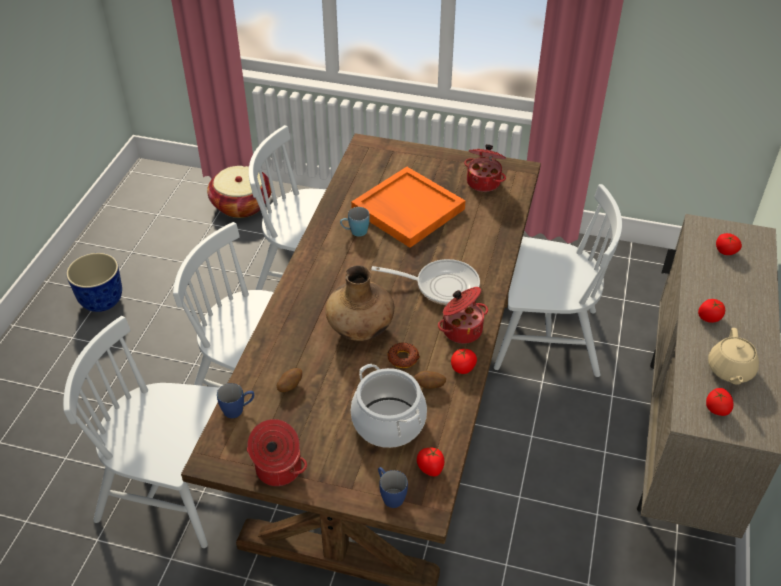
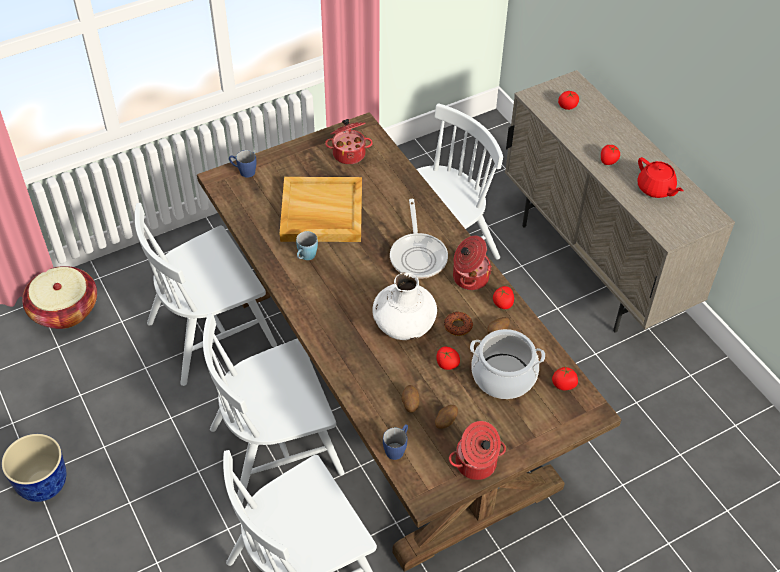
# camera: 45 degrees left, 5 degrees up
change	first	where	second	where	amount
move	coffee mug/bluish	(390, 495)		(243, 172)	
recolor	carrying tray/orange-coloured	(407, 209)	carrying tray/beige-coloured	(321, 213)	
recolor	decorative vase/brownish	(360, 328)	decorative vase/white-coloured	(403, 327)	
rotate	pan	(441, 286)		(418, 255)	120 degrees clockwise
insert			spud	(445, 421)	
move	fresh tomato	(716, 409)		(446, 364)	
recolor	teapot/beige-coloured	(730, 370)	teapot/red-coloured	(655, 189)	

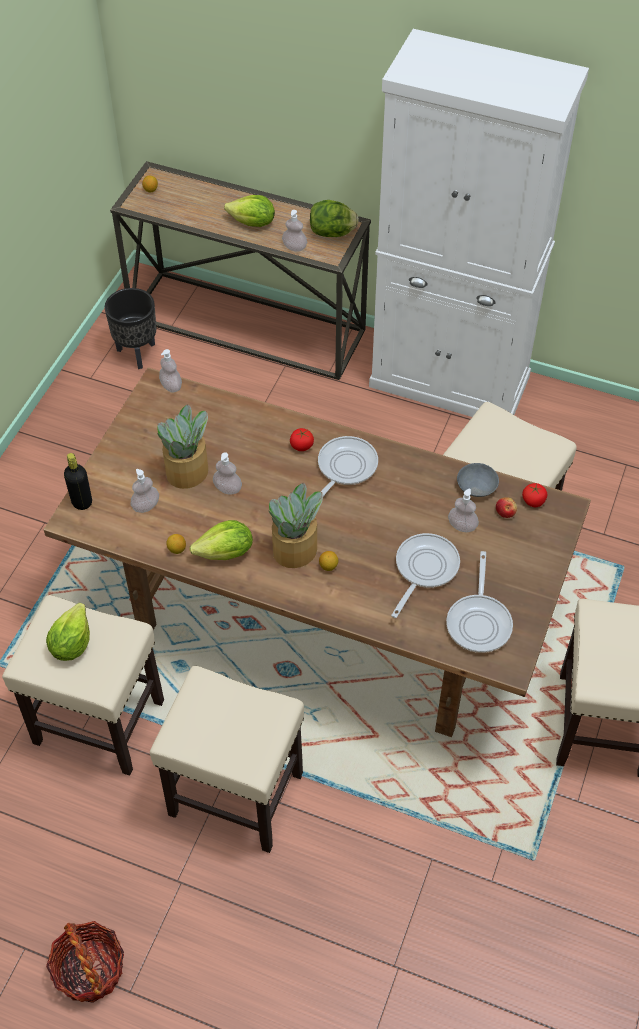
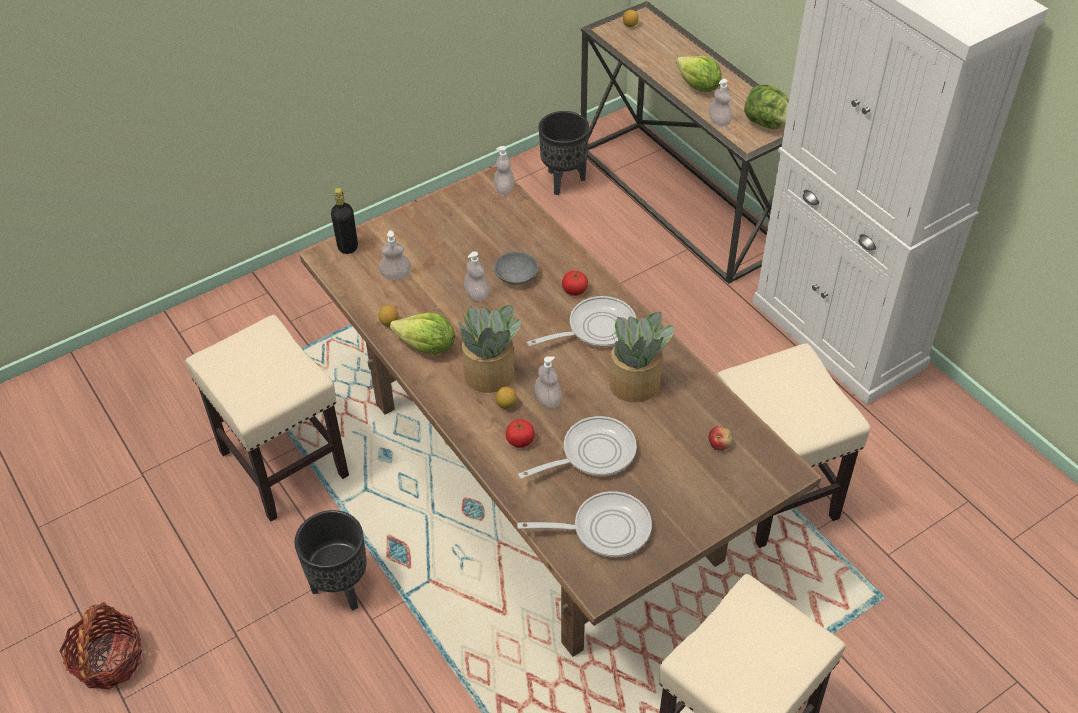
# camera: 35 degrees right, 5 degrees down
change	first	where	second	where	amount
replace	stool/beige-coloured	(234, 794)	flower pot/black-coloured	(340, 588)	
move	bowl/grey	(476, 486)		(515, 275)	
move	fresh tomato	(533, 501)		(520, 440)	
rotate	pan	(479, 621)		(604, 529)	135 degrees counterclockwise
move	liquid soap bottle	(462, 526)		(548, 400)	
move	potted plant	(188, 471)		(636, 385)	
delete	lettuce head	(71, 644)			

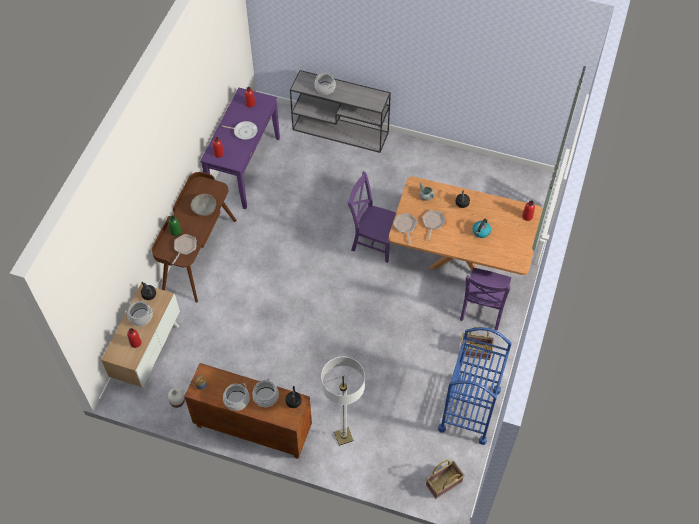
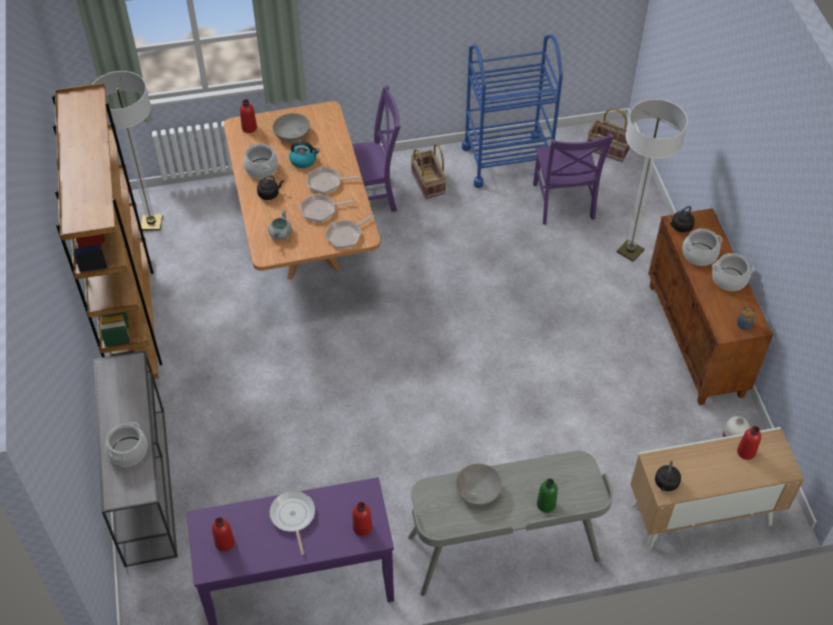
# camera: 120 degrees left, 5 degrees down
change	first	where	second	where	amount
insert			bookshelf/brownish	(132, 320)	
insert			floor lamp	(151, 223)	
move	cooking pot	(141, 317)		(262, 168)	
insert			bowl/grey	(292, 134)	
move	pan	(184, 247)		(327, 182)	
recolor	desk/brownish	(199, 255)	desk/grey	(503, 550)	
move	chair/purplish	(373, 241)		(563, 203)	

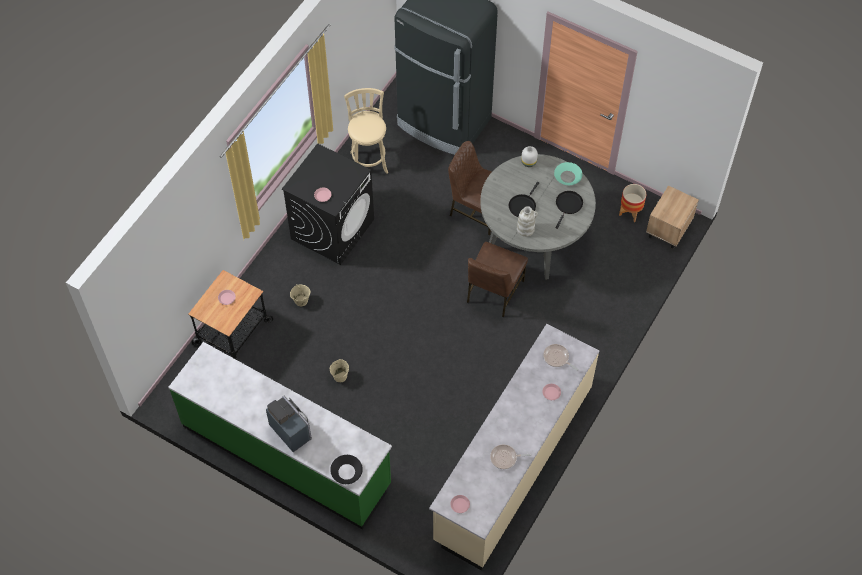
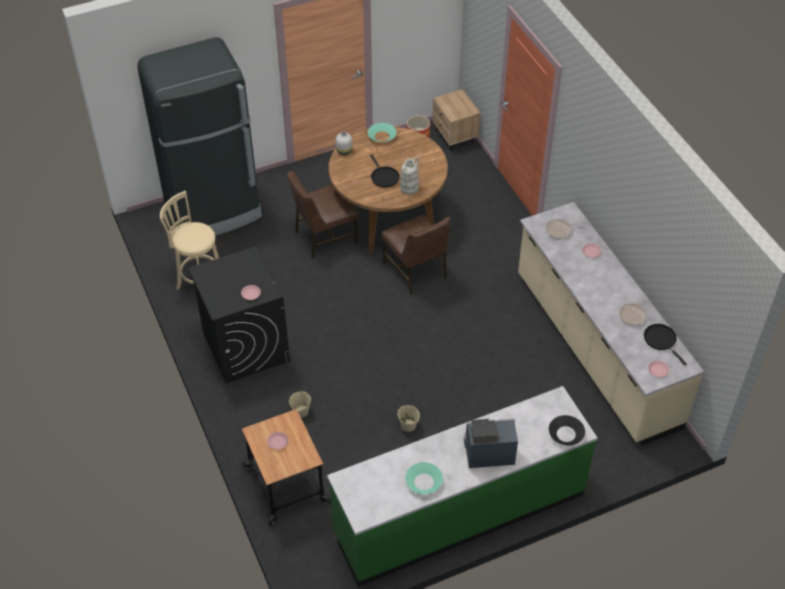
# camera: 55 degrees left, 10 degrees down
change	first	where	second	where	amount
recolor	dinner table/grey	(533, 239)	dinner table/brownish	(388, 218)	
insert			bowl/turquoise-coloured	(424, 481)	
move	pan/black-coloured	(568, 205)		(661, 340)	

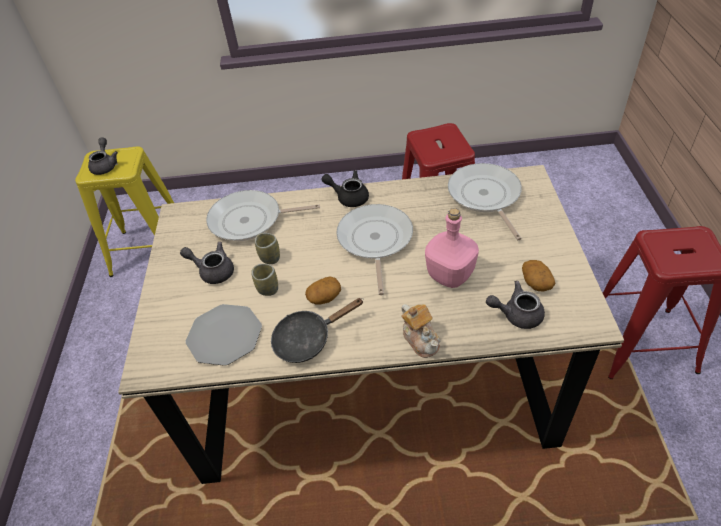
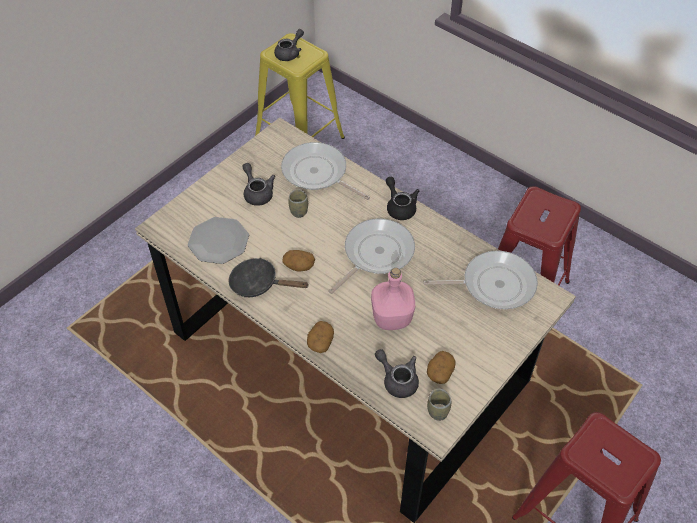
# camera: 40 degrees right, 5 degrees up
change	first	where	second	where	amount
replace	teapot	(421, 339)	spud	(320, 341)	
rotate	pan	(485, 196)		(493, 284)	60 degrees clockwise
move	cup	(268, 289)		(437, 411)	

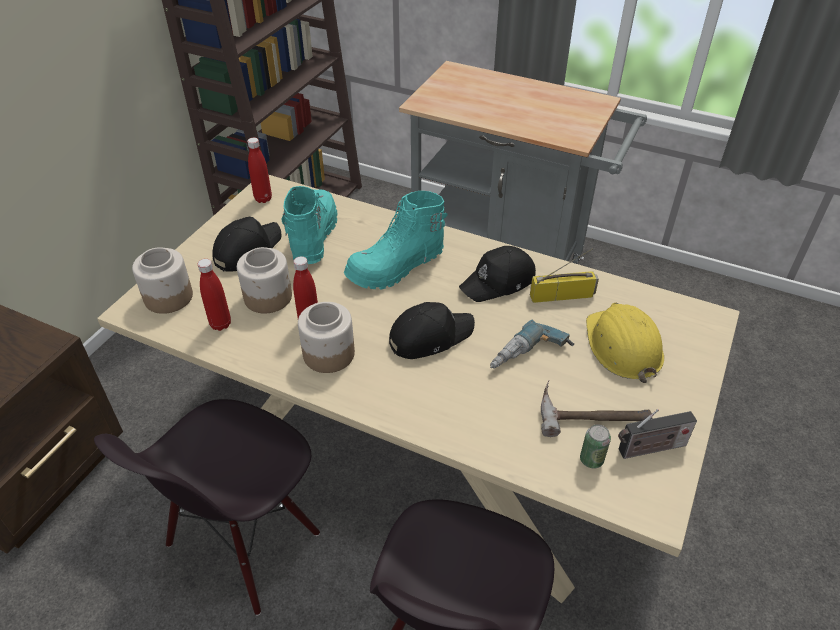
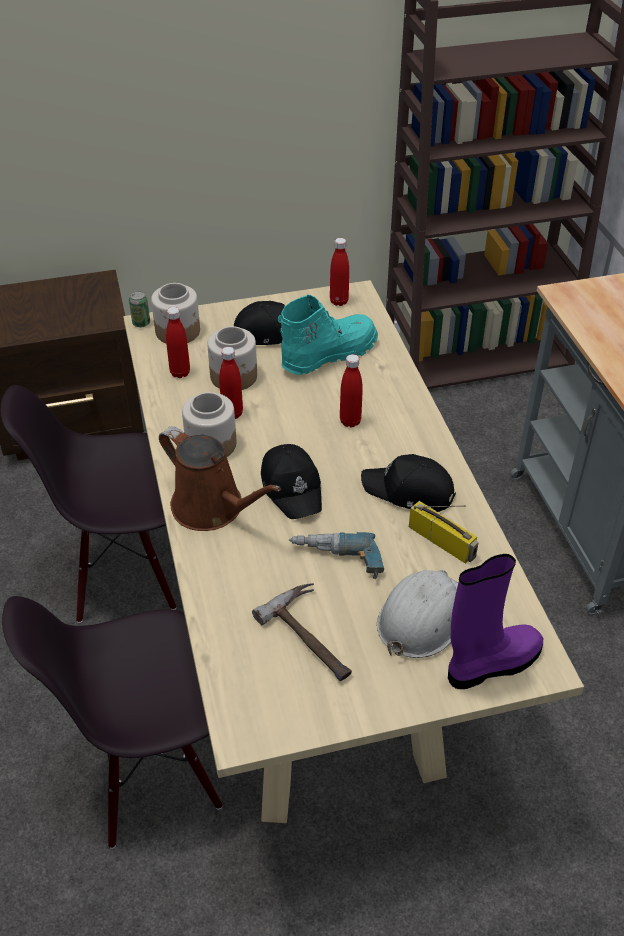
# camera: 50 degrees right, 0 degrees up
change	first	where	second	where	amount
move	metal can	(591, 460)		(141, 323)	
insert			watering can/brownish	(212, 508)	
rotate	cap/black-coloured	(430, 336)		(292, 487)	45 degrees clockwise
replace	boot/turquoise-coloured	(396, 268)	bottle/red-coloured	(350, 421)	
recolor	hard hat/yellowish	(622, 346)	hard hat/white-coloured	(422, 617)	
insert			boot/purplish	(491, 664)	
delete	radio	(649, 449)			

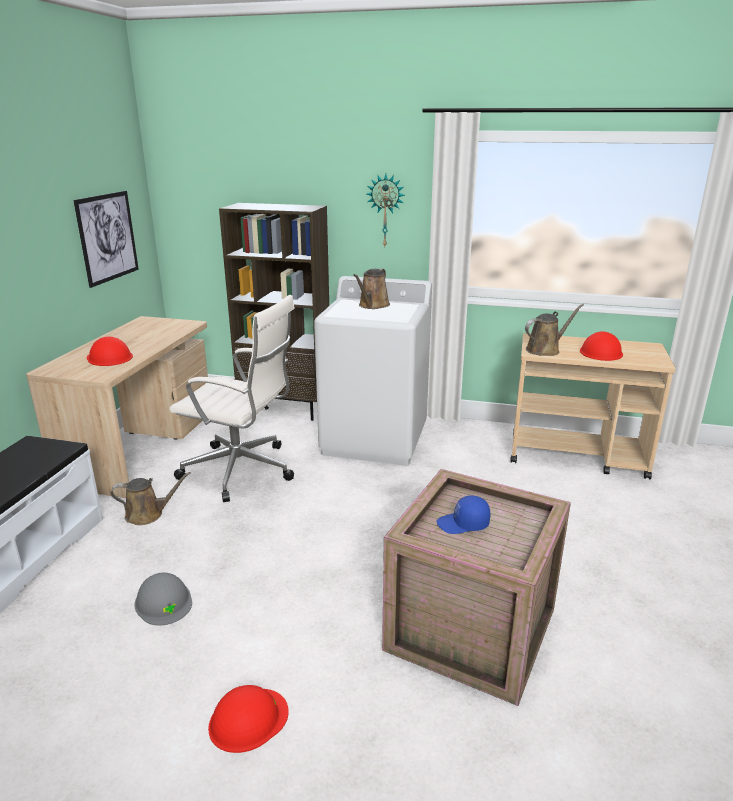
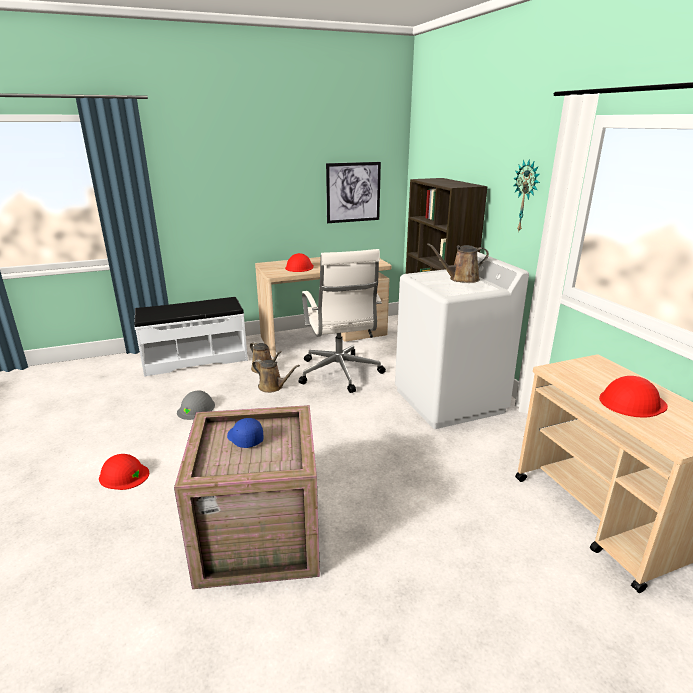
# camera: 55 degrees right, 0 degrees up
change	first	where	second	where	amount
move	watering can/brownish	(545, 350)		(273, 387)	

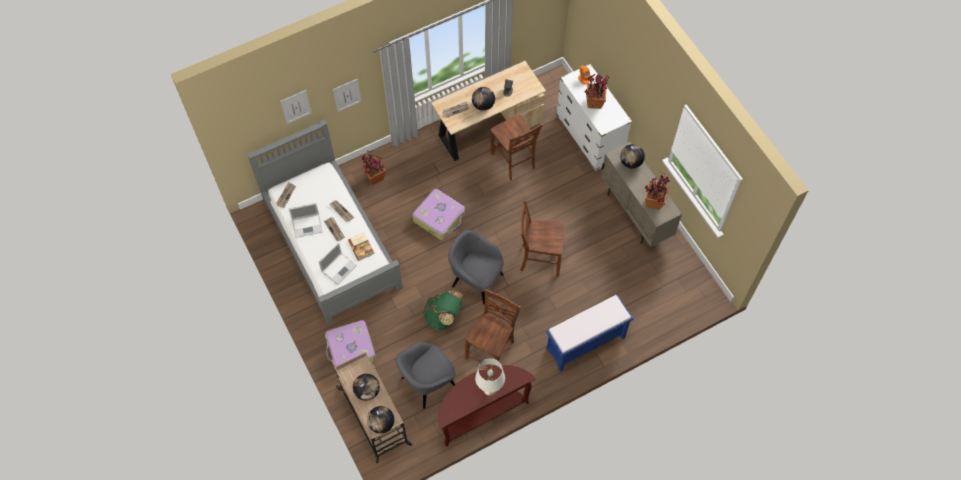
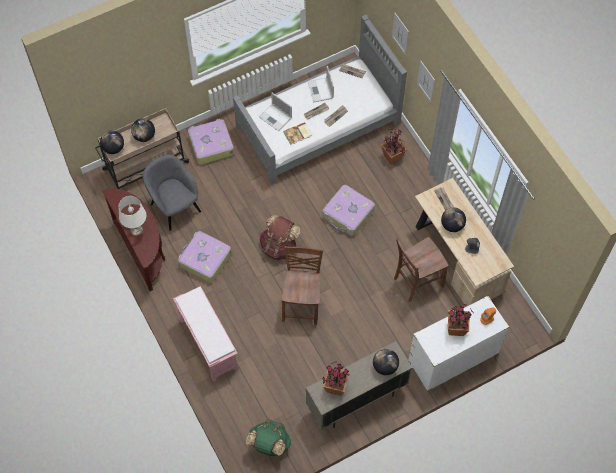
# camera: 90 degrees right, 0 degrees up
change	first	where	second	where	amount
recolor	long seat/bluish	(585, 344)	long seat/pink	(208, 344)	
replace	chair/brownish	(491, 350)	piece of luggage	(204, 260)	
move	backpack/greenish	(443, 316)		(269, 444)	
replace	armchair/grey	(476, 280)	backpack/brownish	(279, 247)	

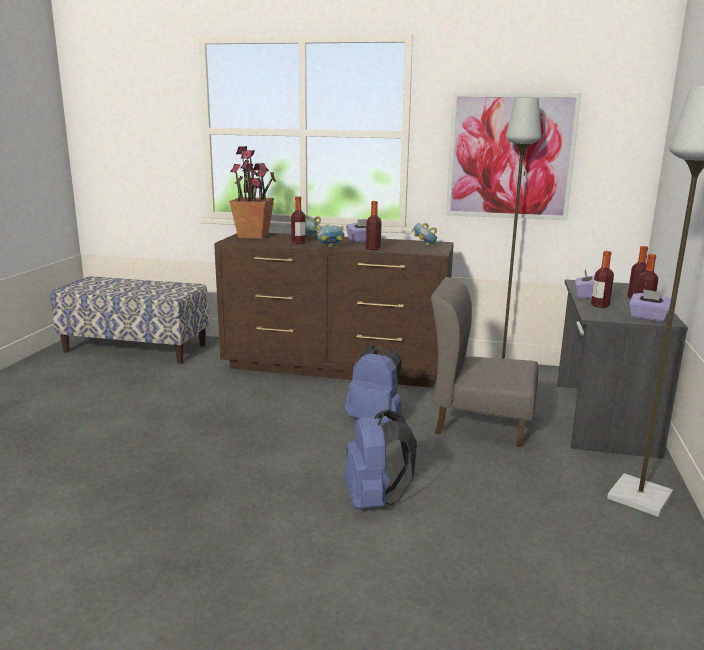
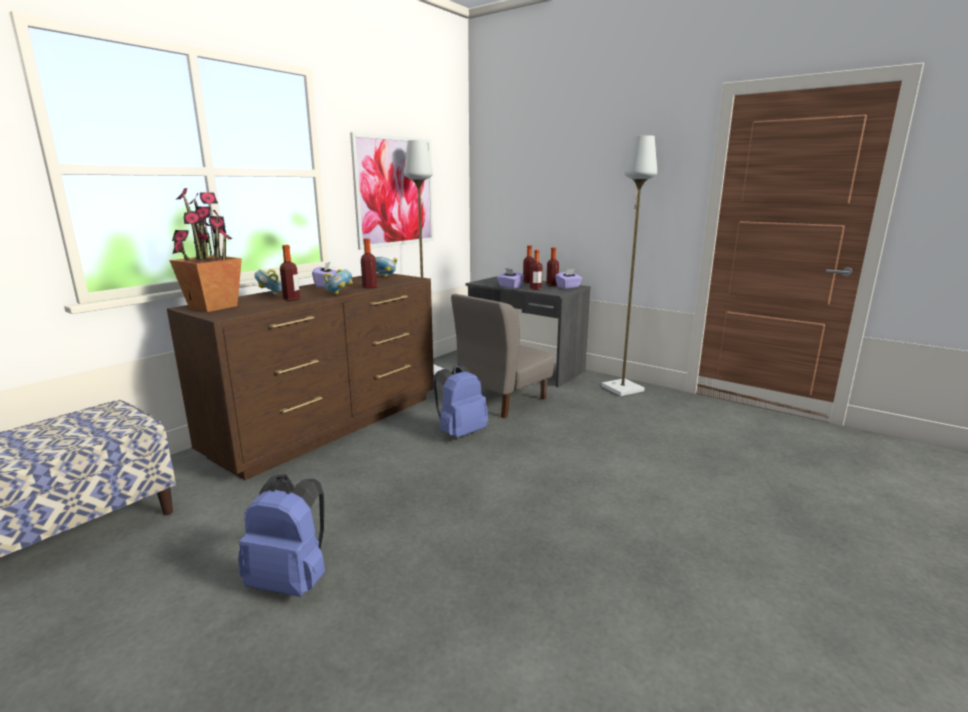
# camera: 65 degrees left, 0 degrees up
change	first	where	second	where	amount
move	backpack/bluish	(374, 501)		(292, 581)	

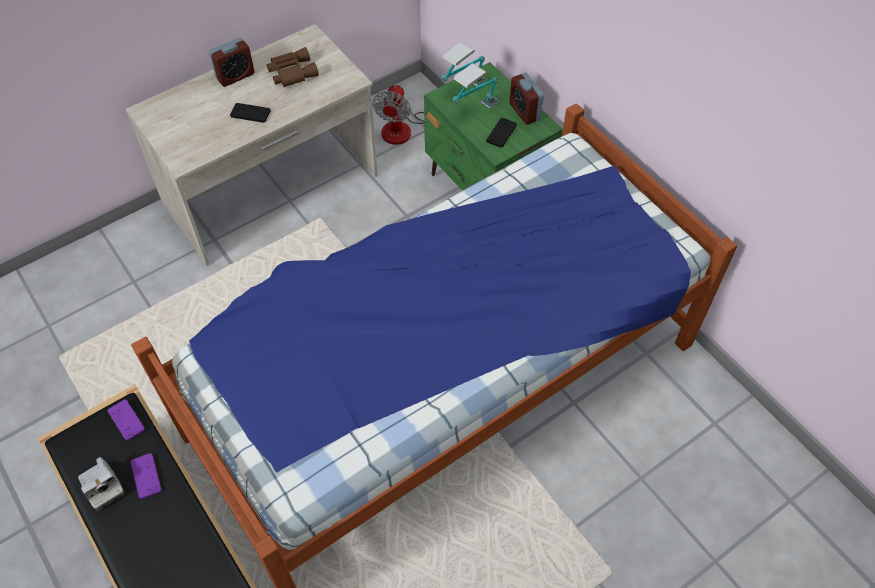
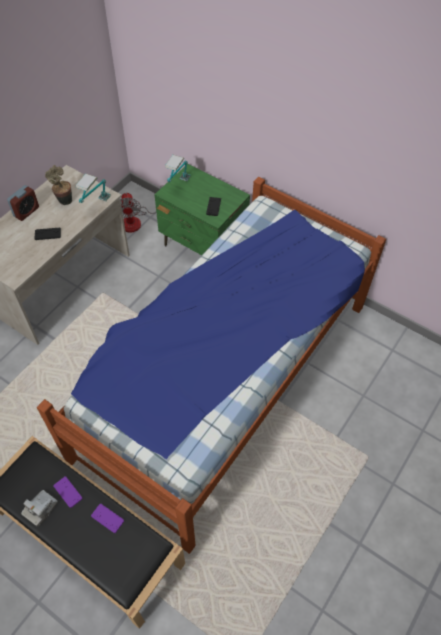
# camera: 20 degrees left, 0 degrees up
change	first	where	second	where	amount
rotate	still camera	(102, 487)		(40, 509)	90 degrees clockwise
replace	field glasses/brownish	(291, 72)	potted plant	(64, 200)	
move	table lamp	(475, 113)		(96, 207)	
move	joypad/purplish	(126, 420)		(107, 518)	
delete	bedside clock	(524, 112)			

